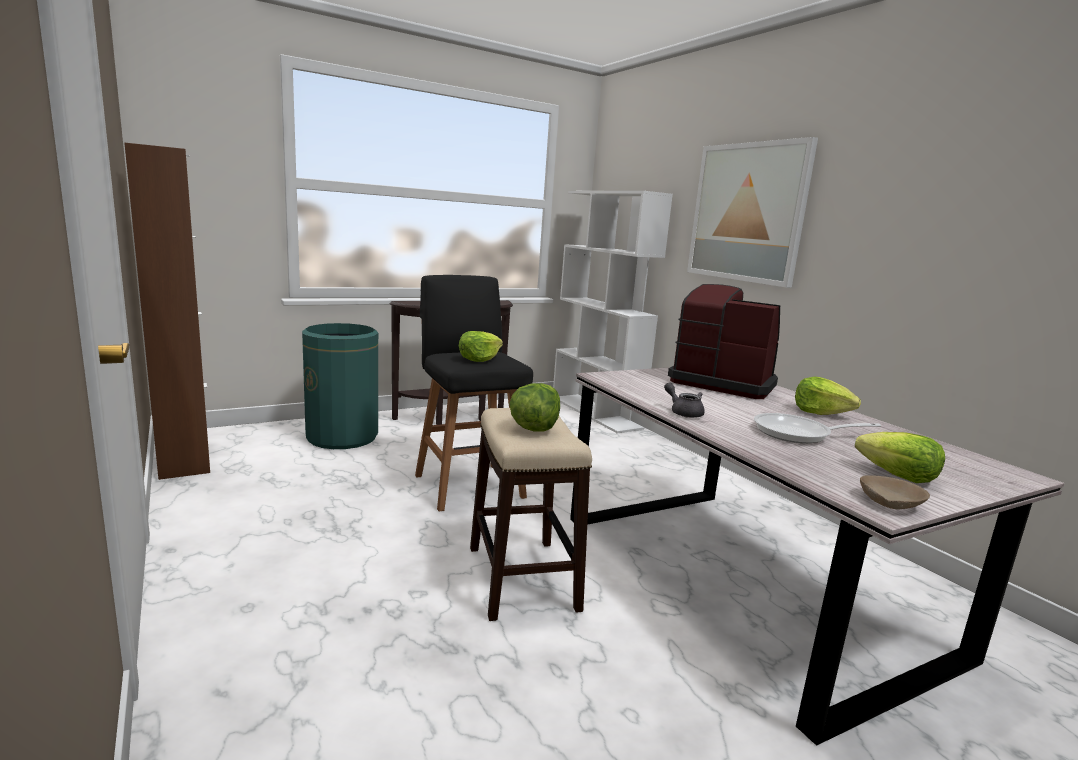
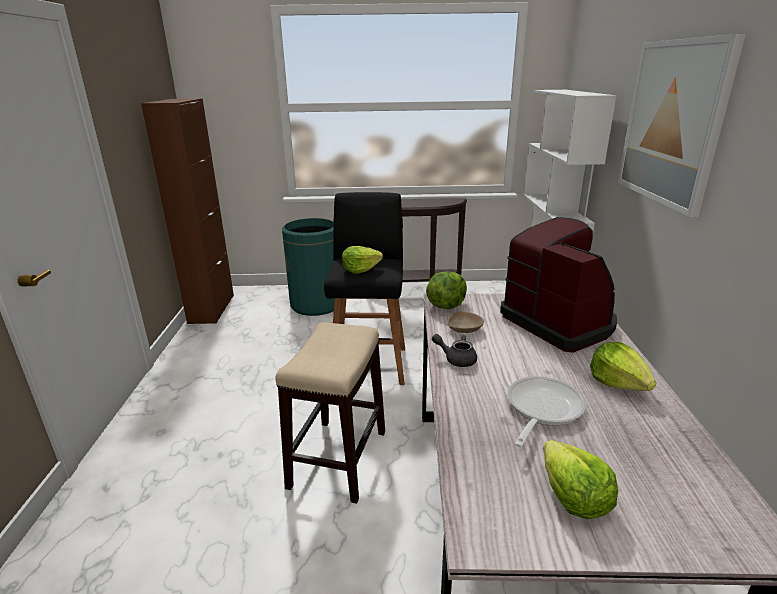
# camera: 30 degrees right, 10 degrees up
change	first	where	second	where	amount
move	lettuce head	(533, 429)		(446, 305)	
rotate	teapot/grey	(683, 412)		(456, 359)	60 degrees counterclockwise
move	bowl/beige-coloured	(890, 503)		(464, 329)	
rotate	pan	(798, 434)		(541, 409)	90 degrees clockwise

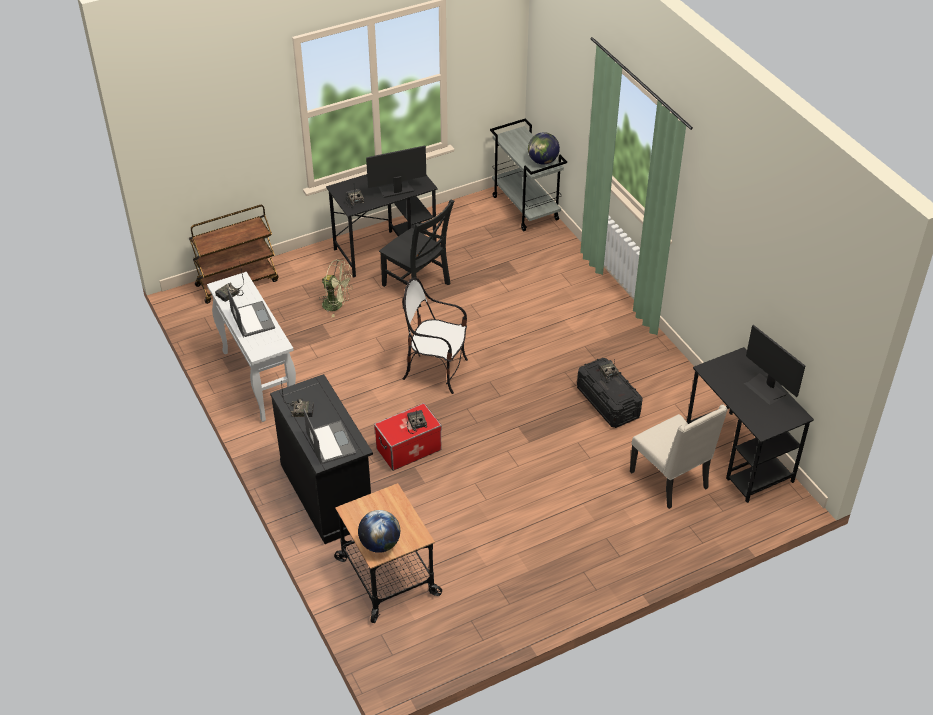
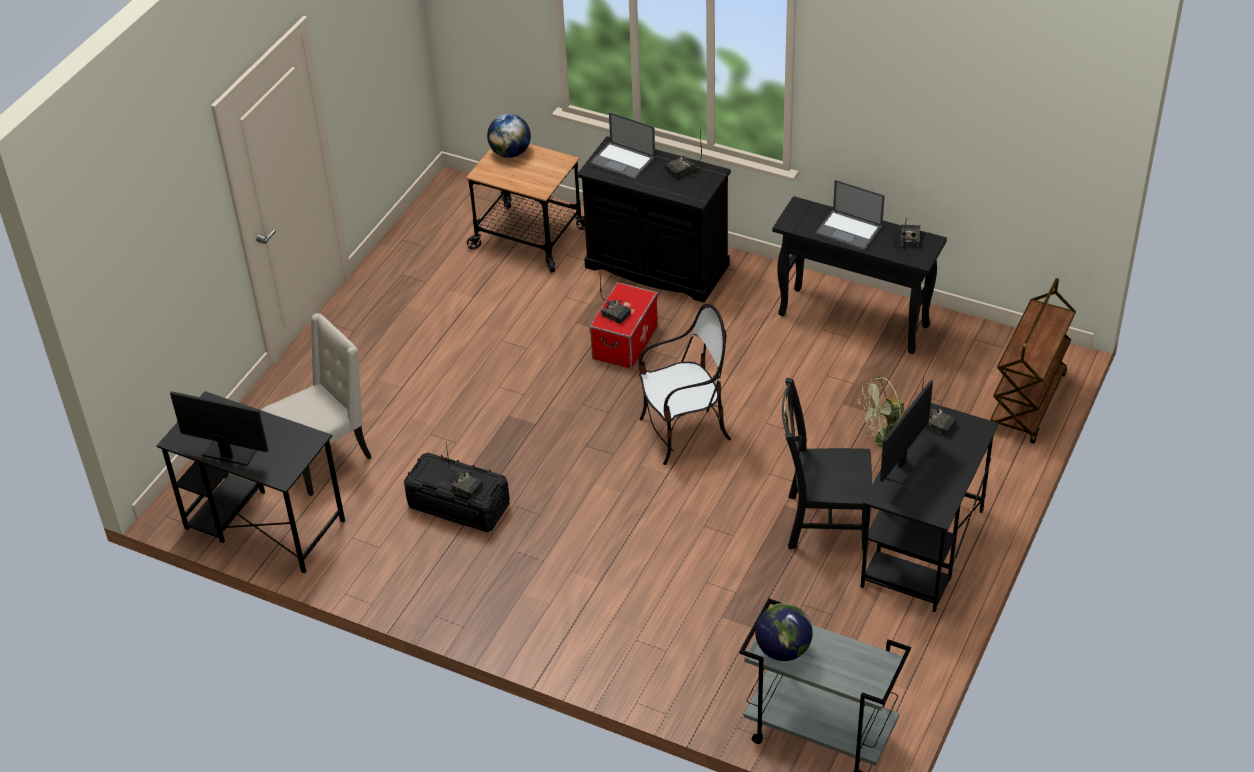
# camera: 145 degrees right, 0 degrees up
change	first	where	second	where	amount
rotate	chair/beige-coloured	(671, 480)		(324, 457)	120 degrees clockwise
recolor	narrow table/white-coloured	(258, 380)	narrow table/black-coloured	(855, 320)	

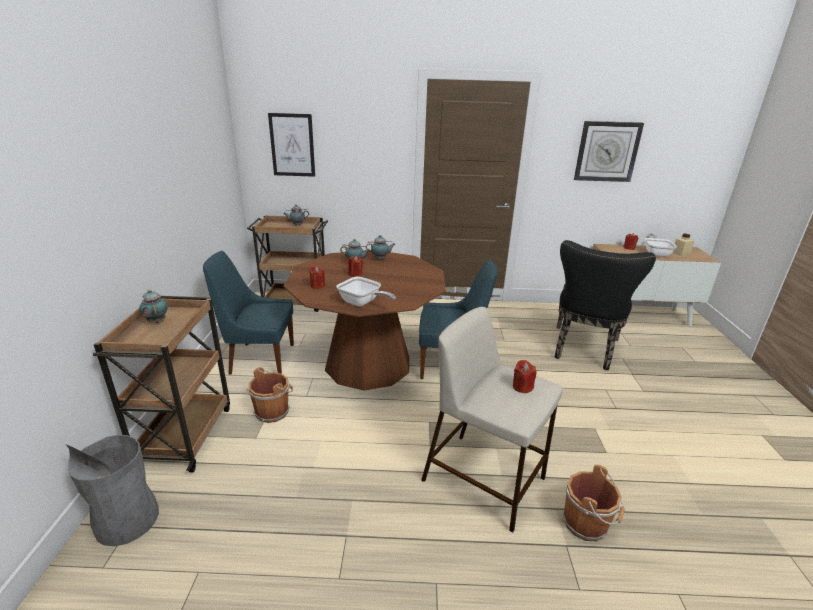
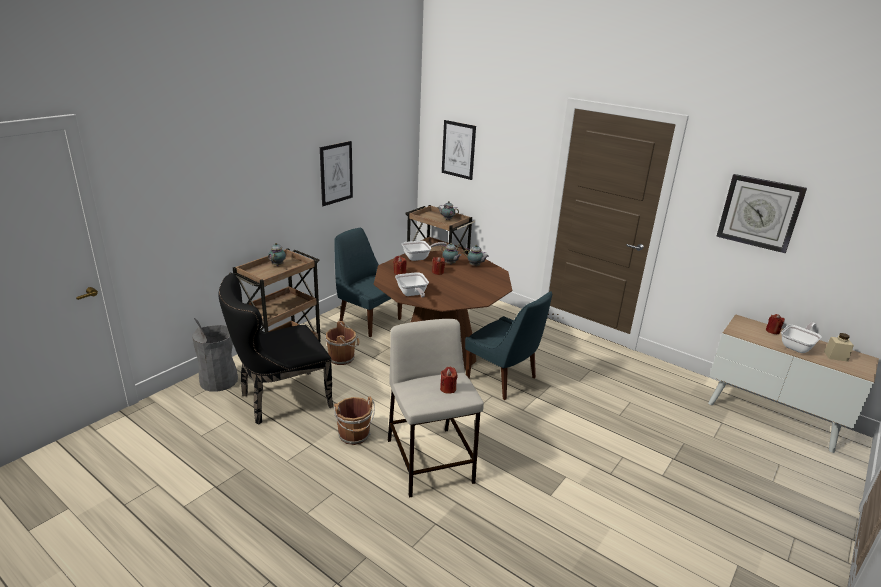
# camera: 35 degrees right, 0 degrees up
change	first	where	second	where	amount
move	chair/black-coloured	(583, 350)		(280, 400)	
insert			wall picture	(336, 173)	
move	water bucket/brownish	(587, 524)		(354, 436)	
insert			pan	(419, 258)	

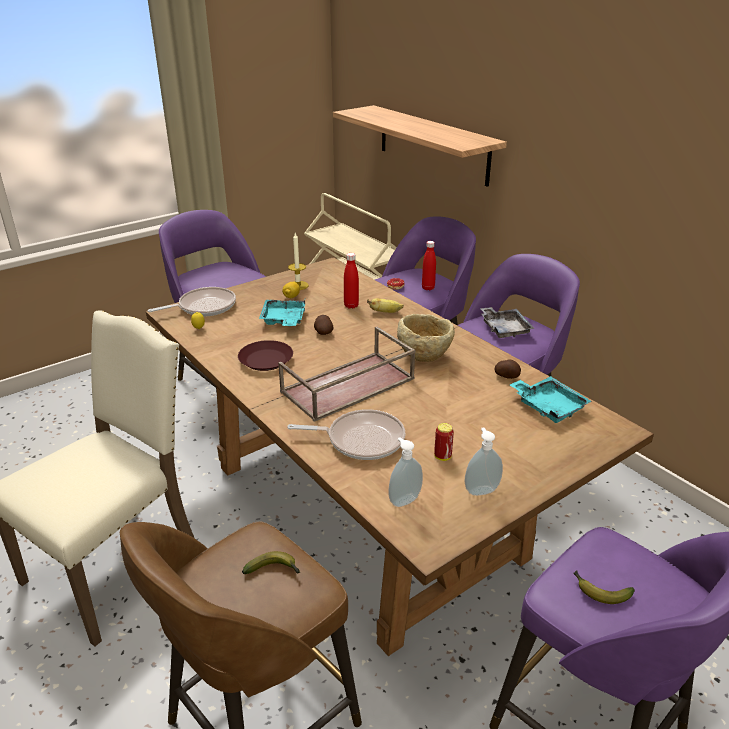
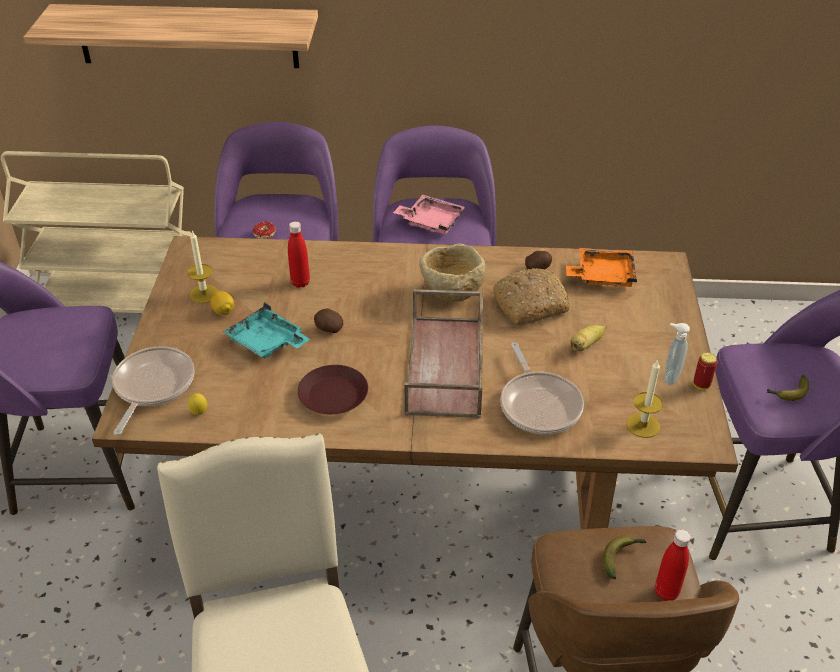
# camera: 50 degrees left, 10 degrees up
change	first	where	second	where	amount
recolor	carrying tray/grey	(504, 329)	carrying tray/pink	(431, 222)	
insert			baked bread	(531, 304)	
rotate	pan	(361, 440)		(539, 404)	120 degrees clockwise
recolor	carrying tray/turquoise-coloured	(548, 406)	carrying tray/orange-coloured	(602, 276)	
move	banana	(385, 312)		(585, 345)	
replace	liquid soap bottle	(403, 500)	candle	(643, 425)	
move	bottle/red-coloured	(428, 288)		(666, 592)	
move	metal can	(442, 457)		(701, 385)	

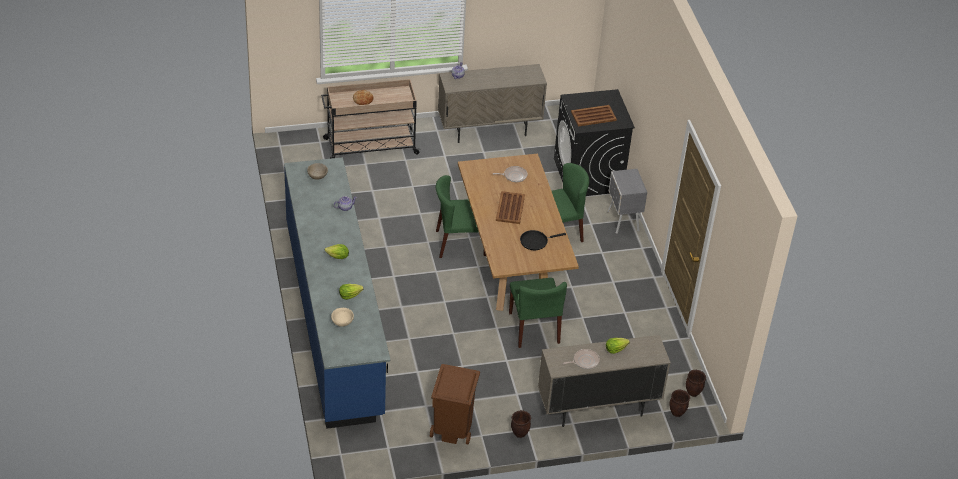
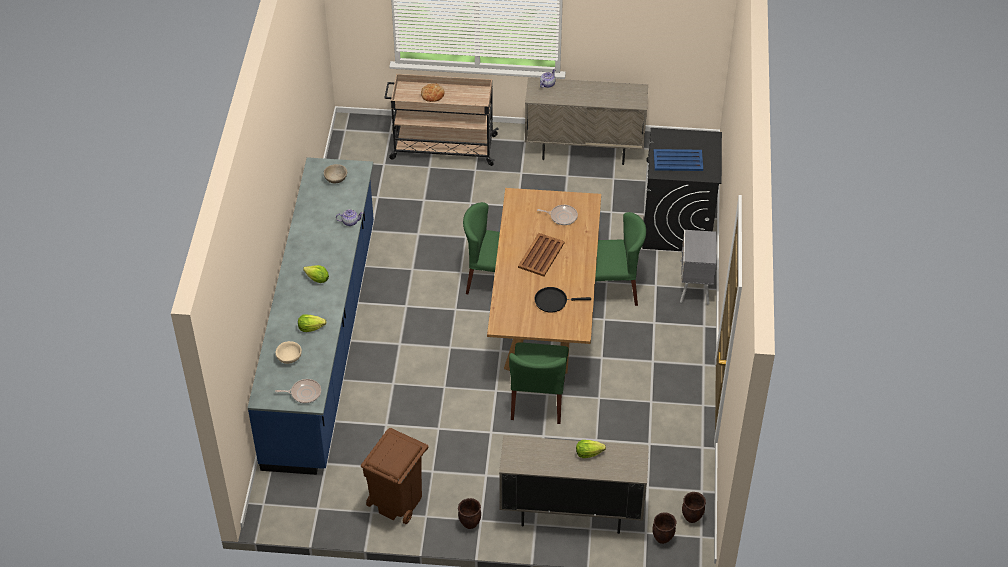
# camera: 20 degrees right, 5 degrees up
change	first	where	second	where	amount
move	pan	(584, 361)		(304, 393)	
recolor	carrying tray/brownish	(593, 116)	carrying tray/bluish	(677, 160)	

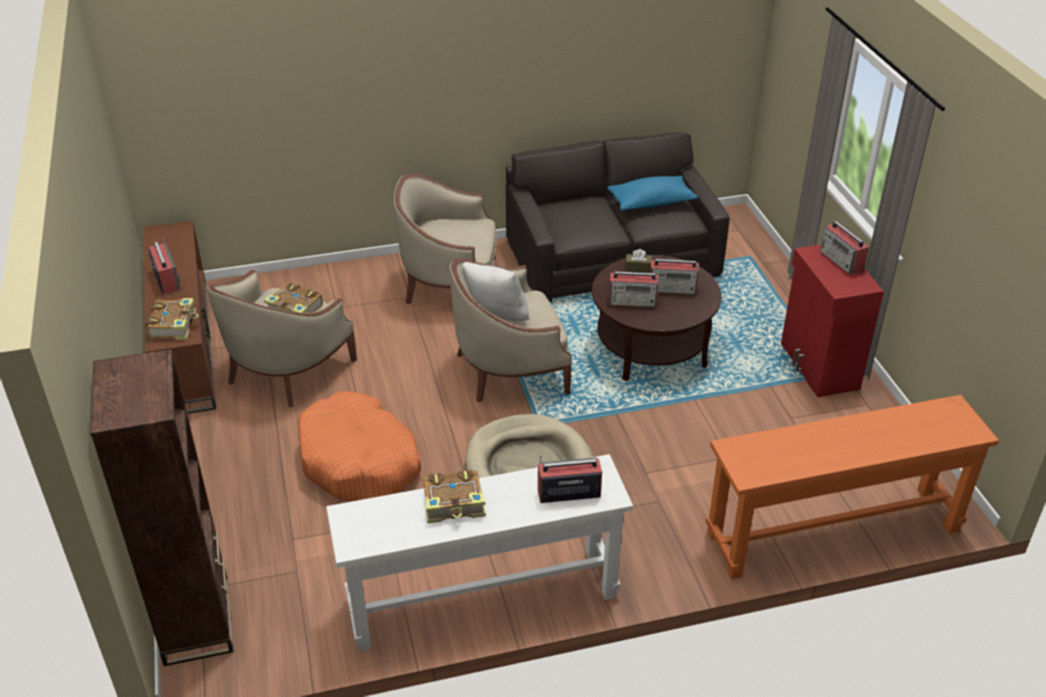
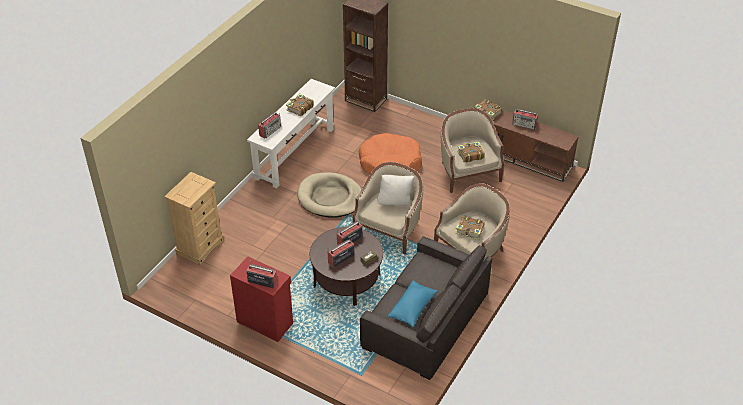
# camera: 135 degrees right, 5 degrees up
change	first	where	second	where	amount
replace	narrow table/orange-coloured	(832, 531)	chest of drawers/beige-coloured	(200, 246)	
insert			bound book	(470, 231)	

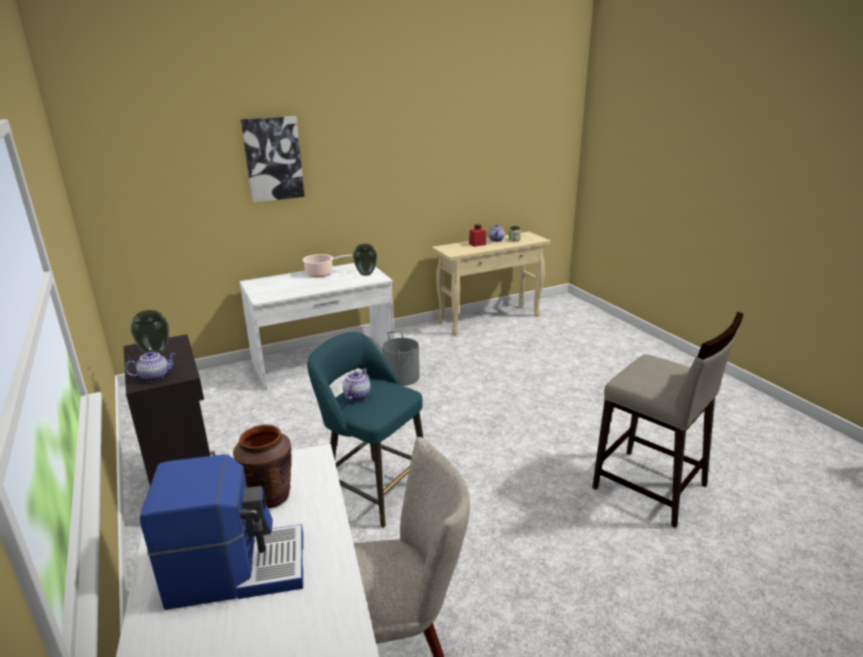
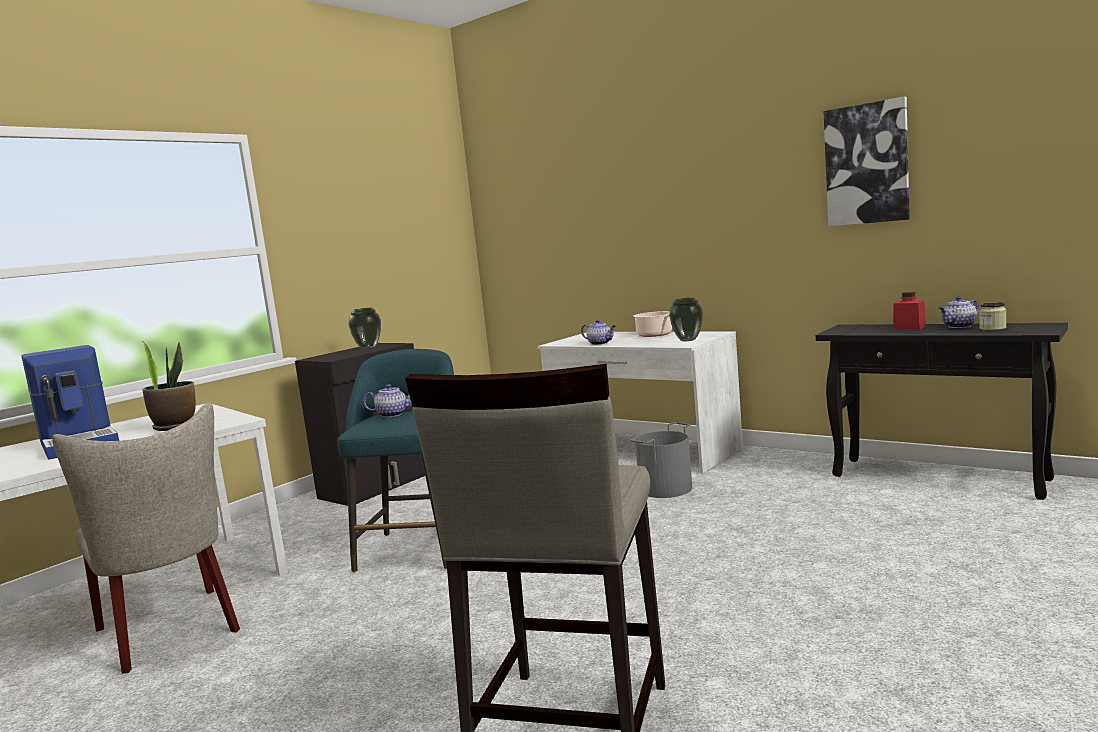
# camera: 65 degrees right, 15 degrees down
change	first	where	second	where	amount
replace	decorative vase/brownish	(270, 496)	potted plant	(175, 426)	
move	teapot	(155, 376)		(600, 343)	
recolor	narrow table/beige-coloured	(490, 319)	narrow table/black-coloured	(940, 477)	
move	wall picture	(273, 159)		(867, 164)	

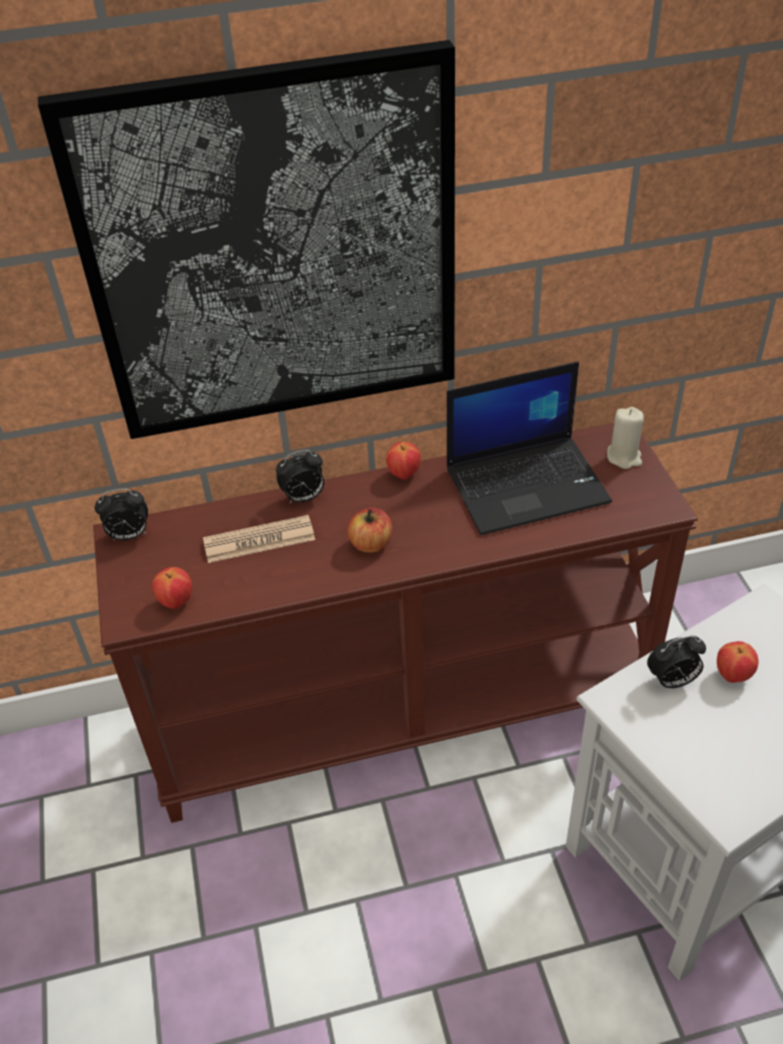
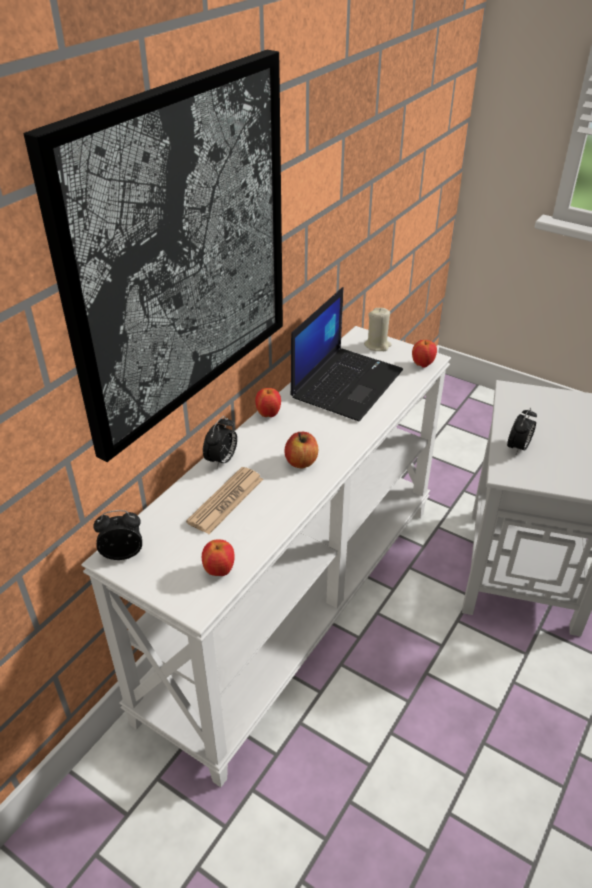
# camera: 45 degrees left, 5 degrees down
change	first	where	second	where	amount
recolor	narrow table/brownish	(402, 708)	narrow table/white-coloured	(294, 603)	
rotate	bedside clock	(129, 536)		(123, 553)	135 degrees counterclockwise
move	apple fruit	(732, 675)		(422, 364)	

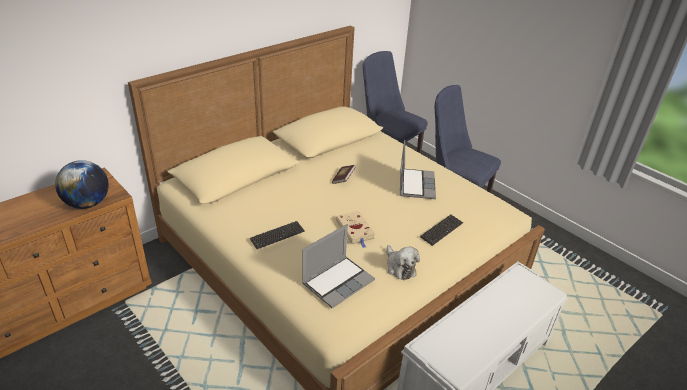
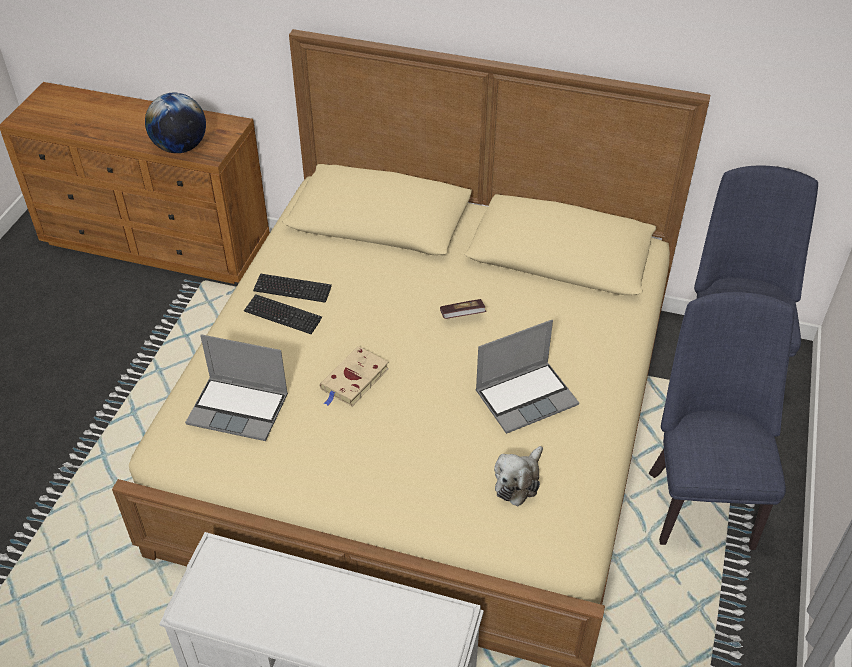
# camera: 60 degrees right, 10 degrees up
change	first	where	second	where	amount
move	PC keyboard	(441, 230)		(292, 289)	
move	cuddly toy	(399, 267)		(518, 481)	

